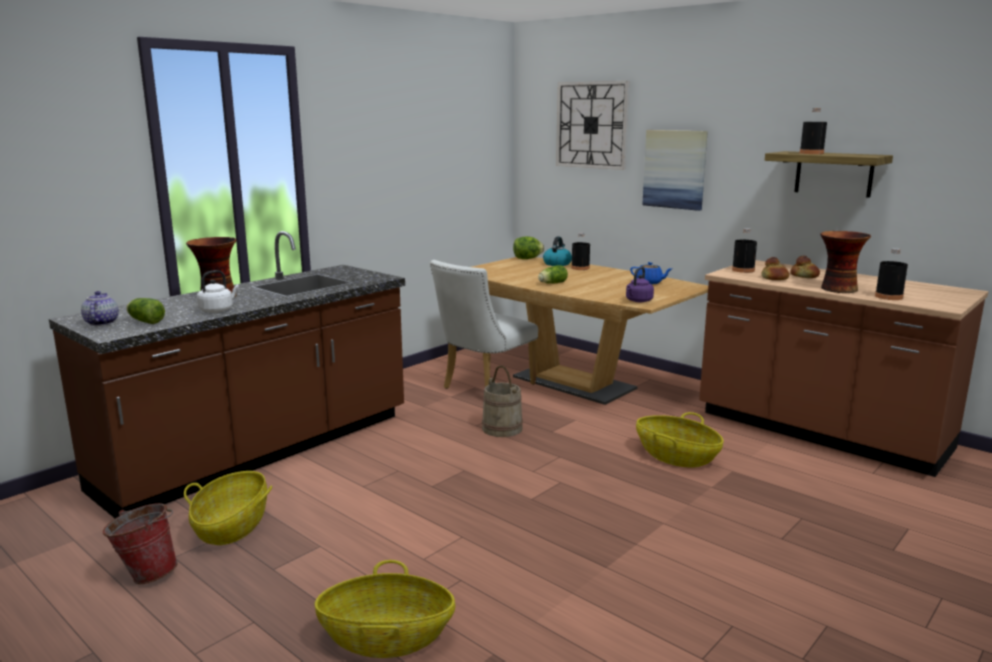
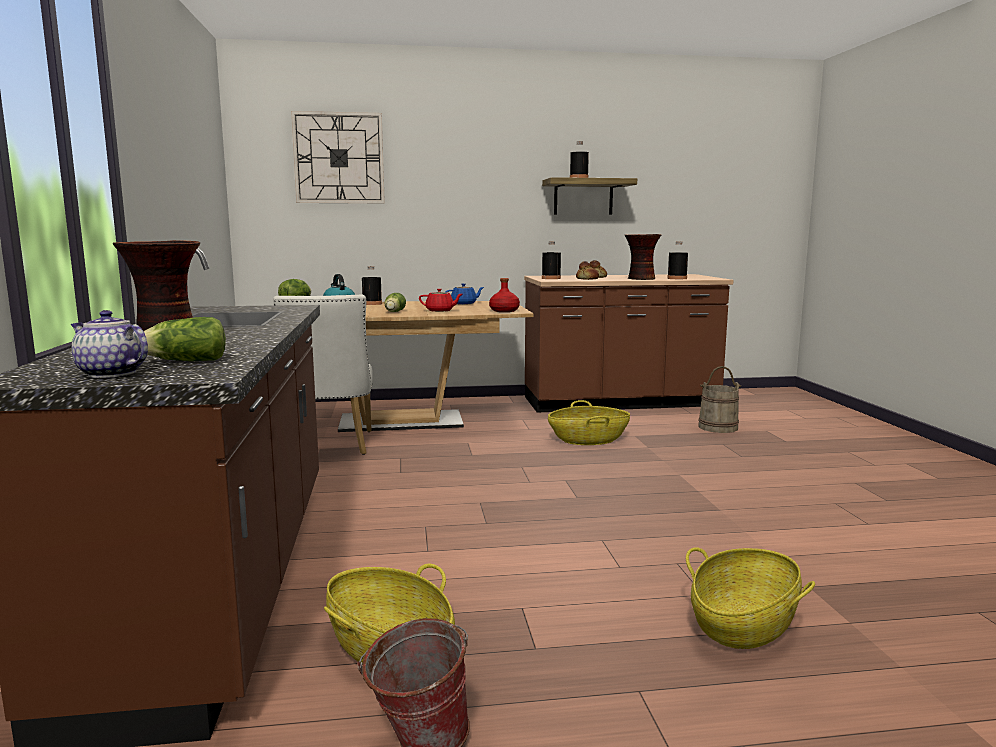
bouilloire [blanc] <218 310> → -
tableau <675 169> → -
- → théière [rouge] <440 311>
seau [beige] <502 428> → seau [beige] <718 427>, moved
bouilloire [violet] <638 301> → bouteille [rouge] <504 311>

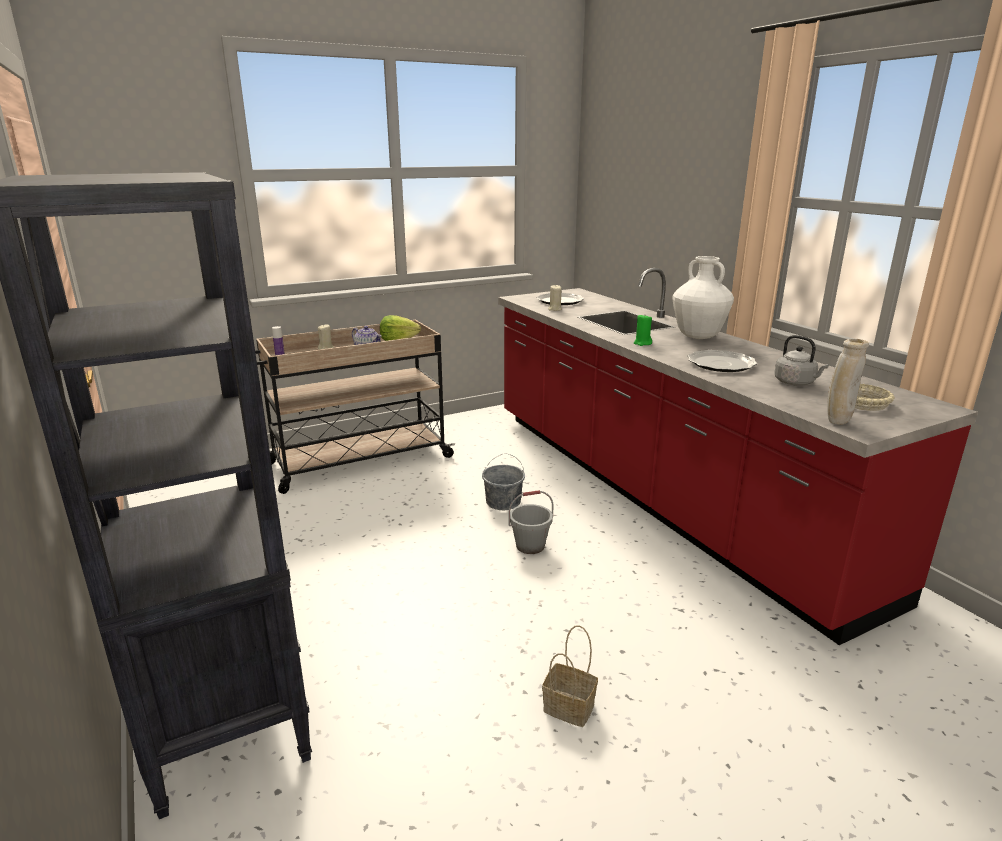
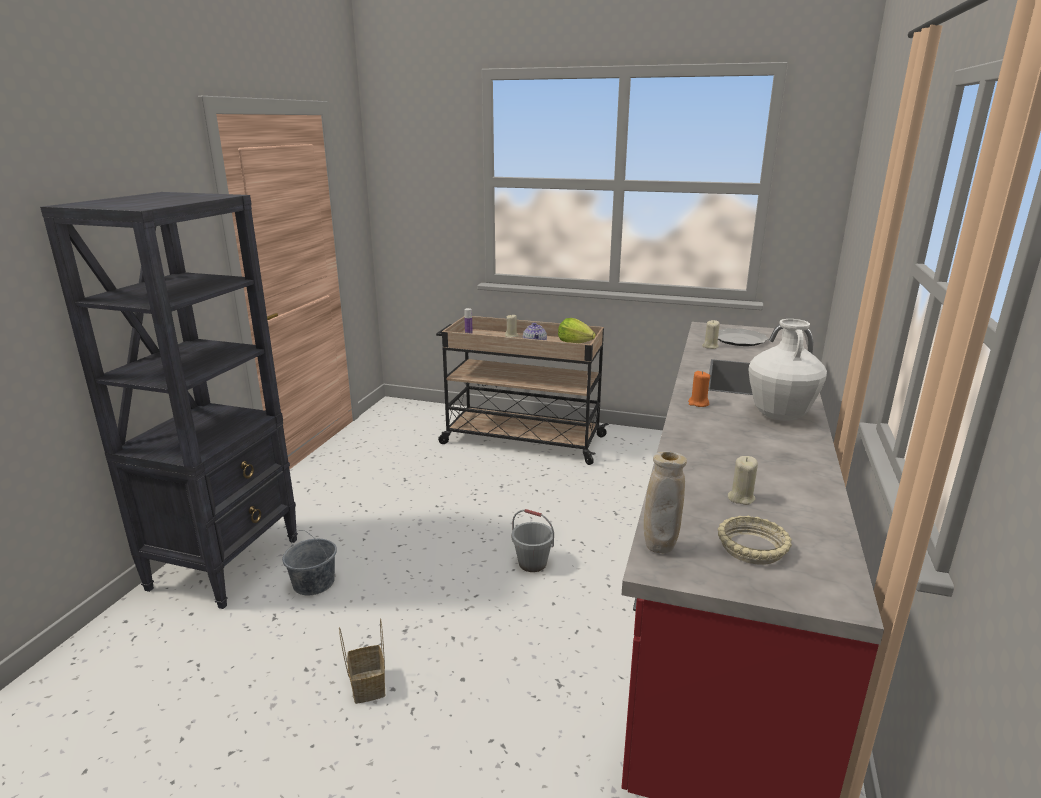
assiette <721 364> → -
seau [gris] <503 502> → seau [gris] <314 583>, moved
bouilloire [gris] <796 383> → bougie [beige] <741 498>
bougie [vert] <642 343> → bougie [orange] <698 403>

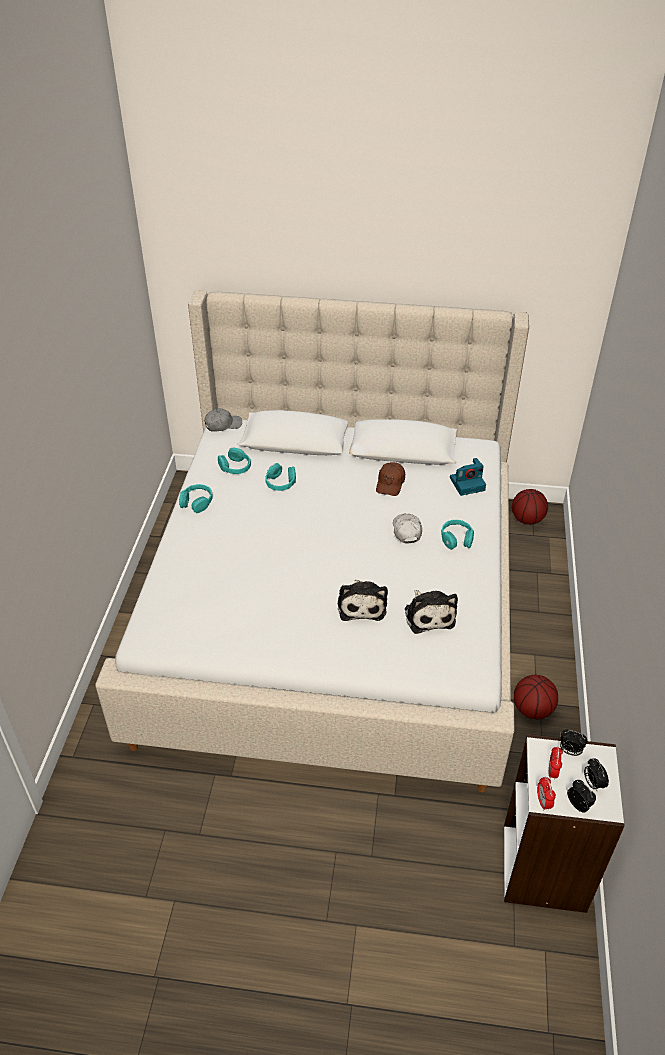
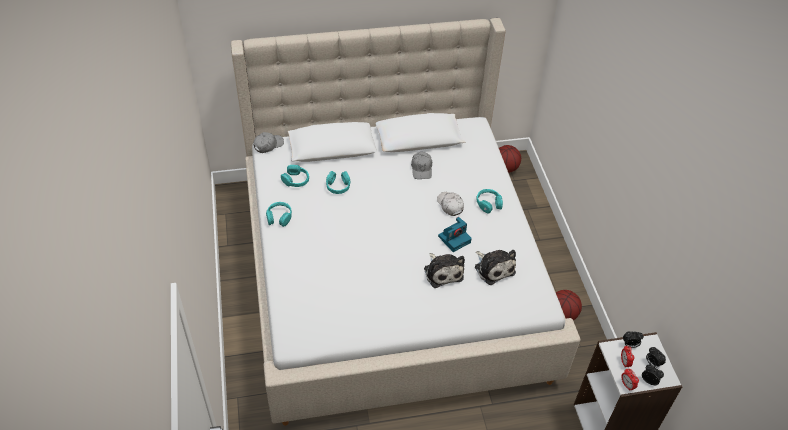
appareil photo <467 483> → appareil photo <454 239>, moved
casquette [marron] <390 483> → casquette [gris] <421 169>

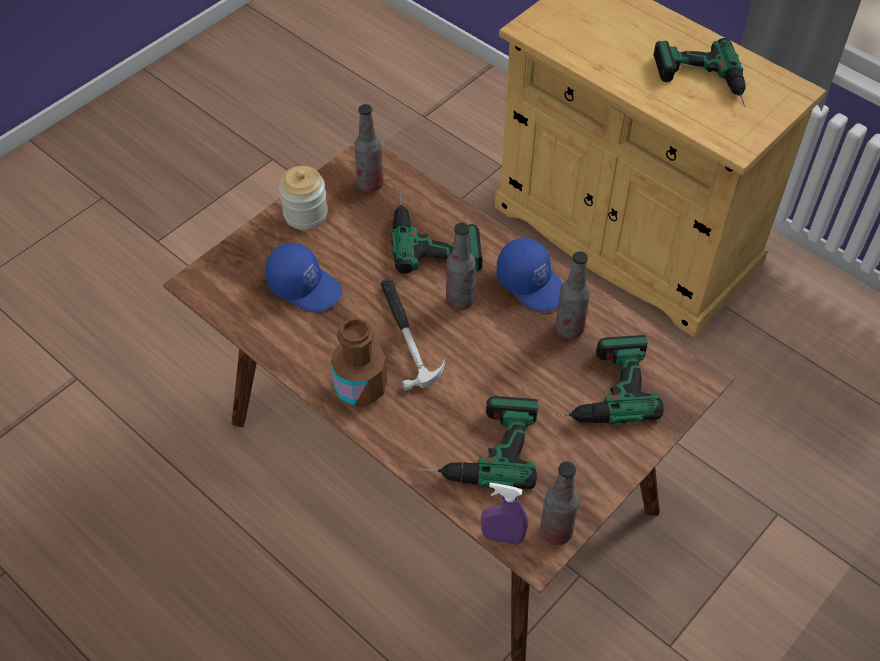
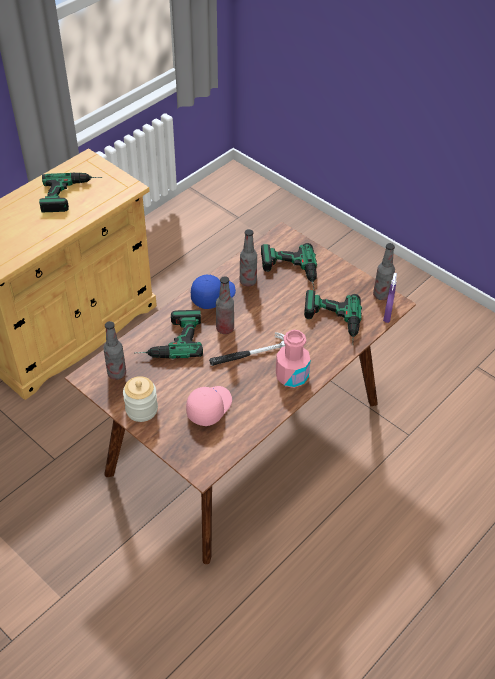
casquette [bleu] <305 286> → casquette [rose] <209 407>
bouteille [marron] <360 387> → bouteille [rose] <292 376>

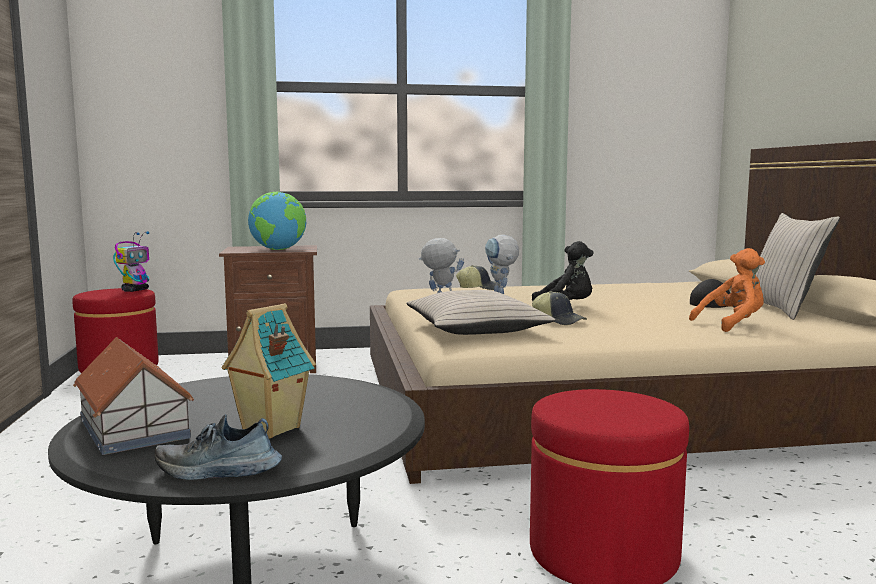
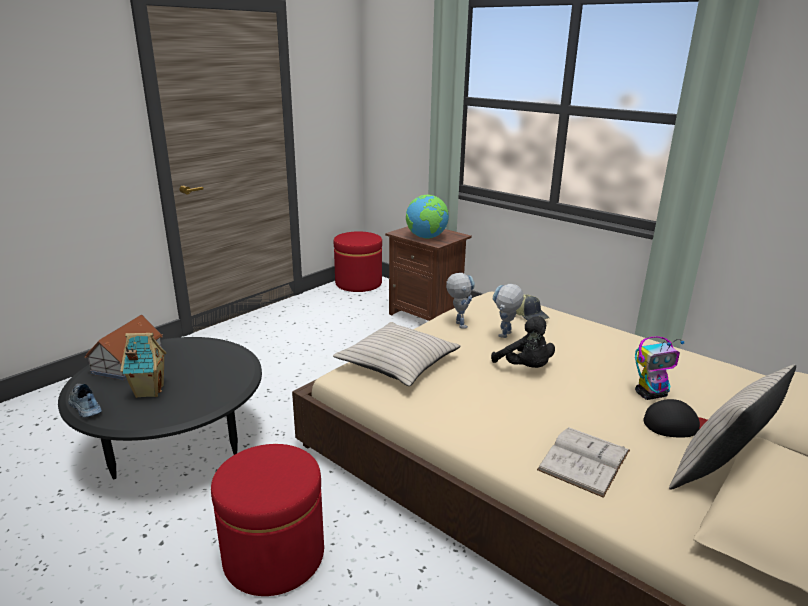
casquette <559 321> → -
robot jouet <135 290> → robot jouet <651 394>, moved
peluche [orange] <732 324> → livre [blanc] <584 460>

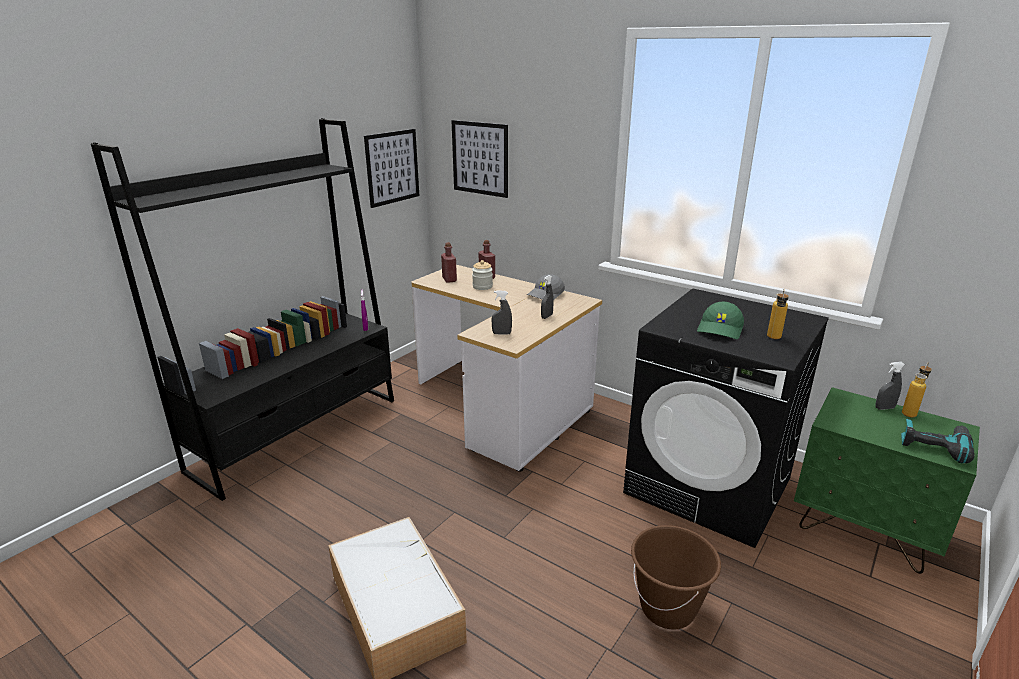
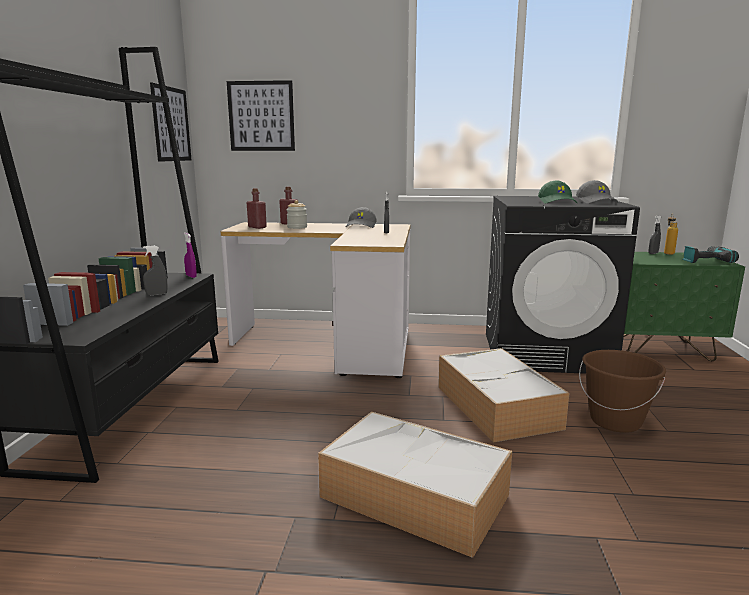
- → boîte de rangement <498 407>
vaporisateur [gris] <501 333> → vaporisateur [gris] <157 294>, moved
bouteille <773 339> → casquette [gris] <596 202>

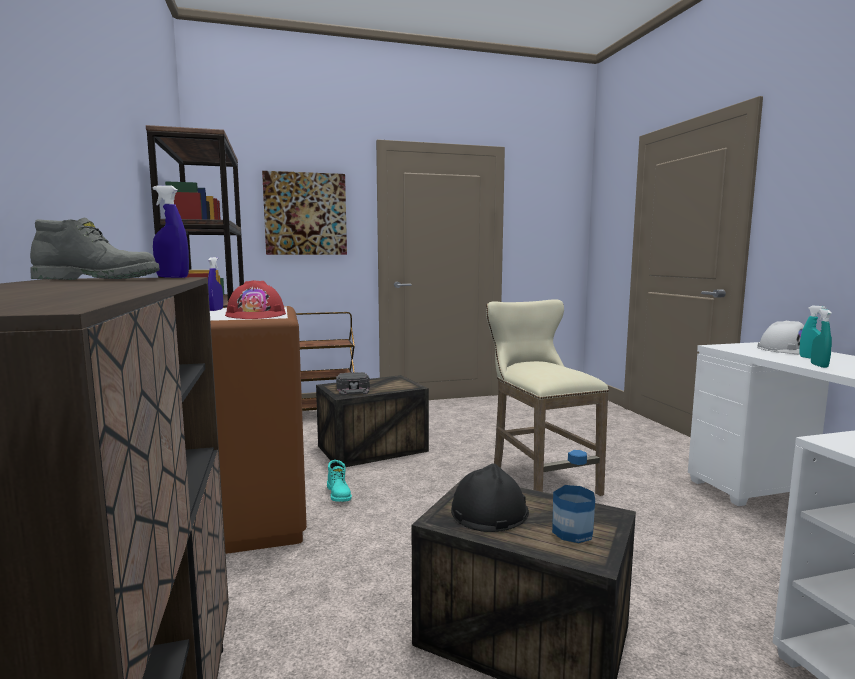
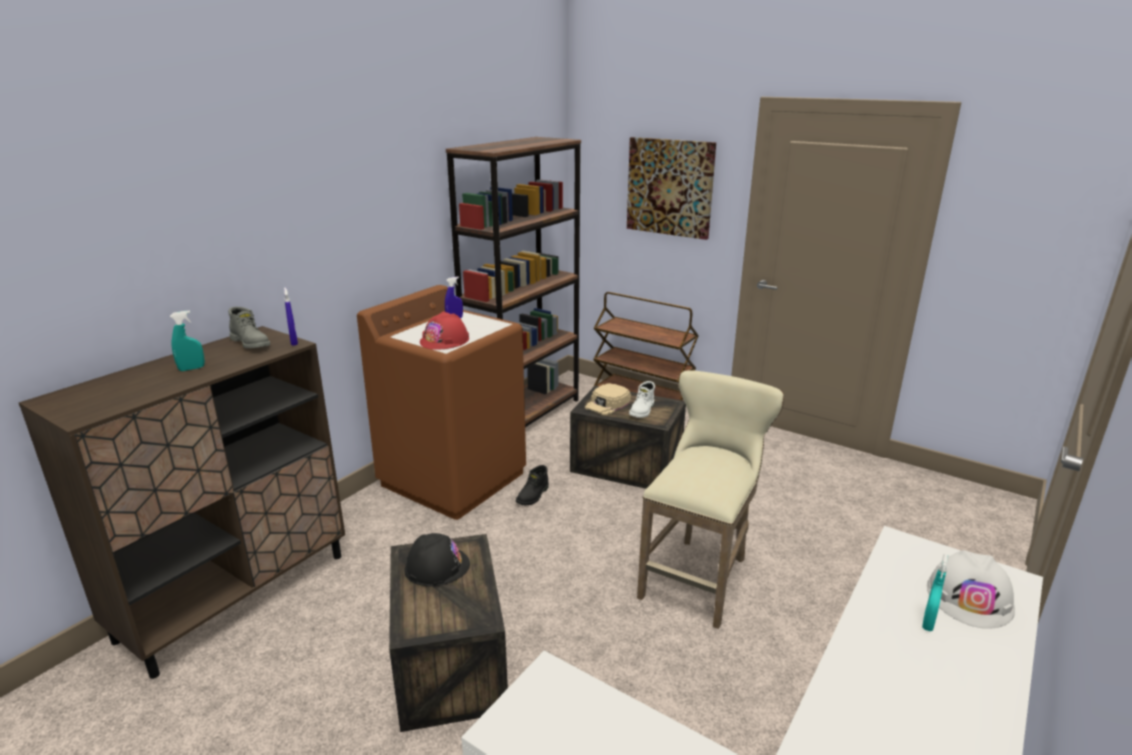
bouteille <572 532> → -
- → botte [blanc] <642 410>
vaporisateur [turquoise] <819 365> → vaporisateur [turquoise] <192 368>, moved
botte [turquoise] <339 494> → botte [noir] <533 496>
casquette [noir] <353 389> → casquette [beige] <607 404>

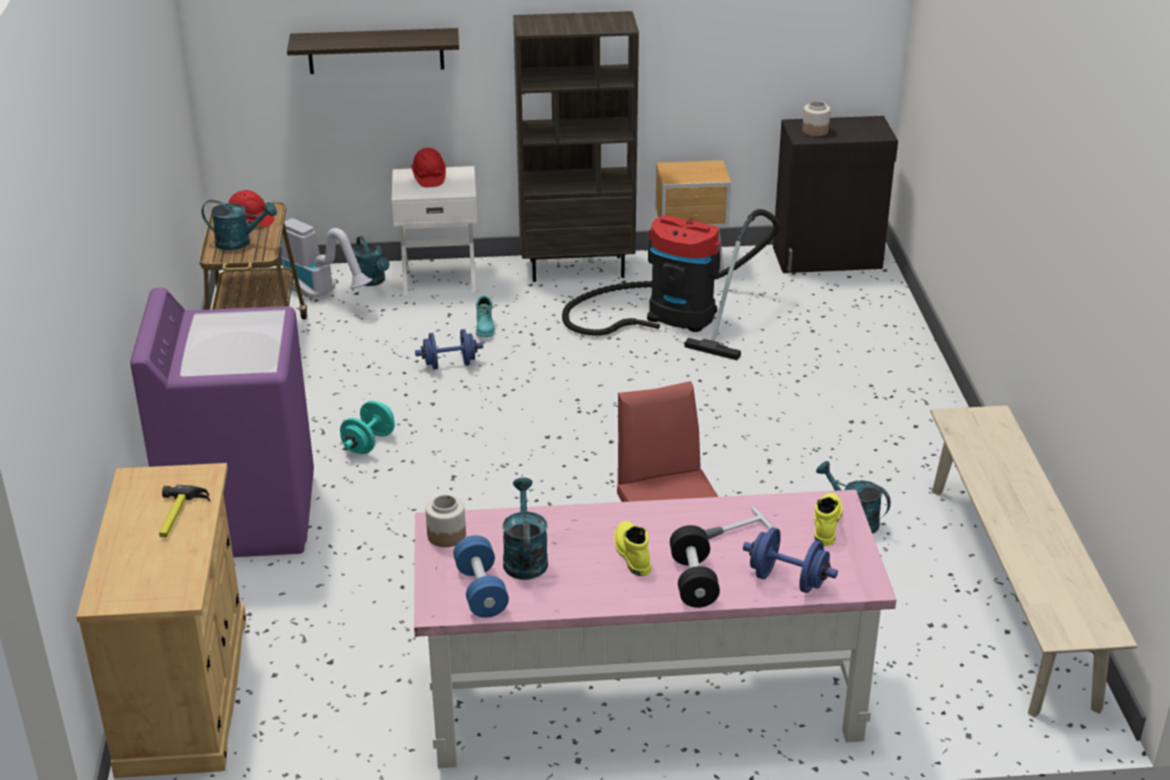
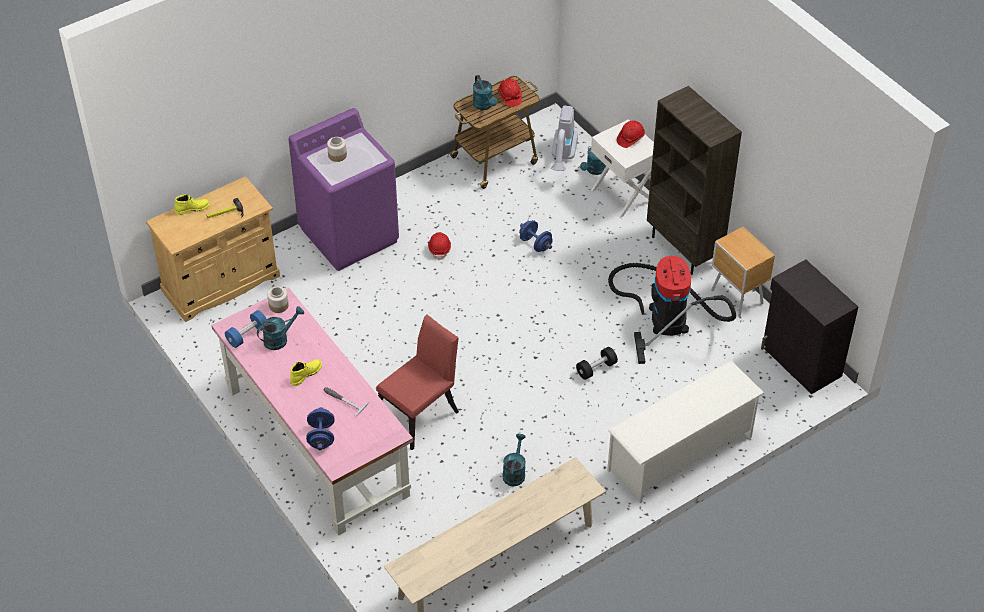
étagère <375 51> → -
botte [turquoise] <485 328> → -
- → étagère à chaussures [blanc] <680 454>
haltère [noir] <693 581> → haltère [noir] <596 369>, moved
bocal <815 131> → bocal <337 155>, moved
botte [jaune] <825 524> → botte [jaune] <192 208>, moved
haltère [turquoise] <369 443> → casque de chantier [rouge] <440 249>

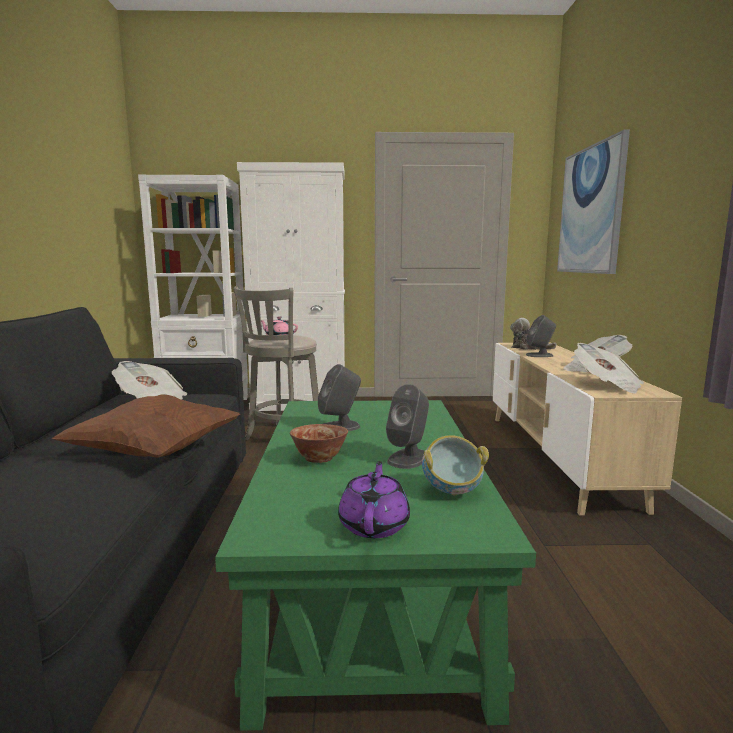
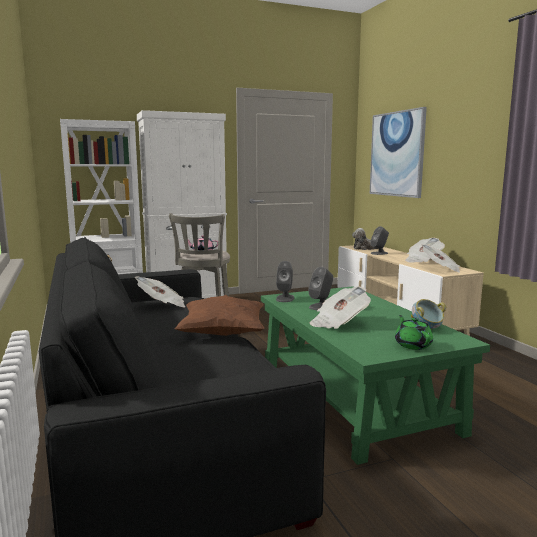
enceinte [gris] <408 458> → enceinte [gris] <285 298>, moved
bol <319 459> → journal <338 323>
théière [violet] <374 524> → théière [vert] <413 345>

